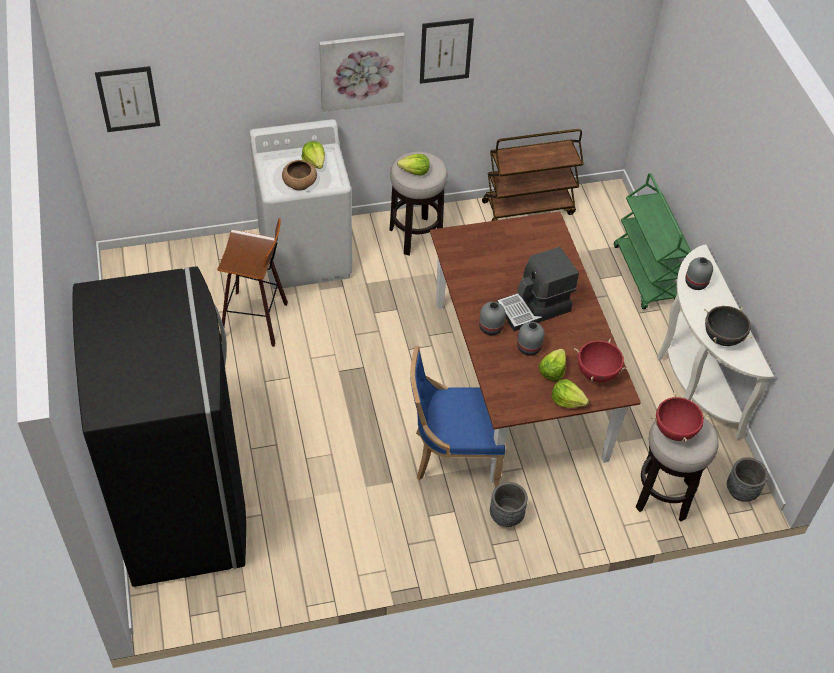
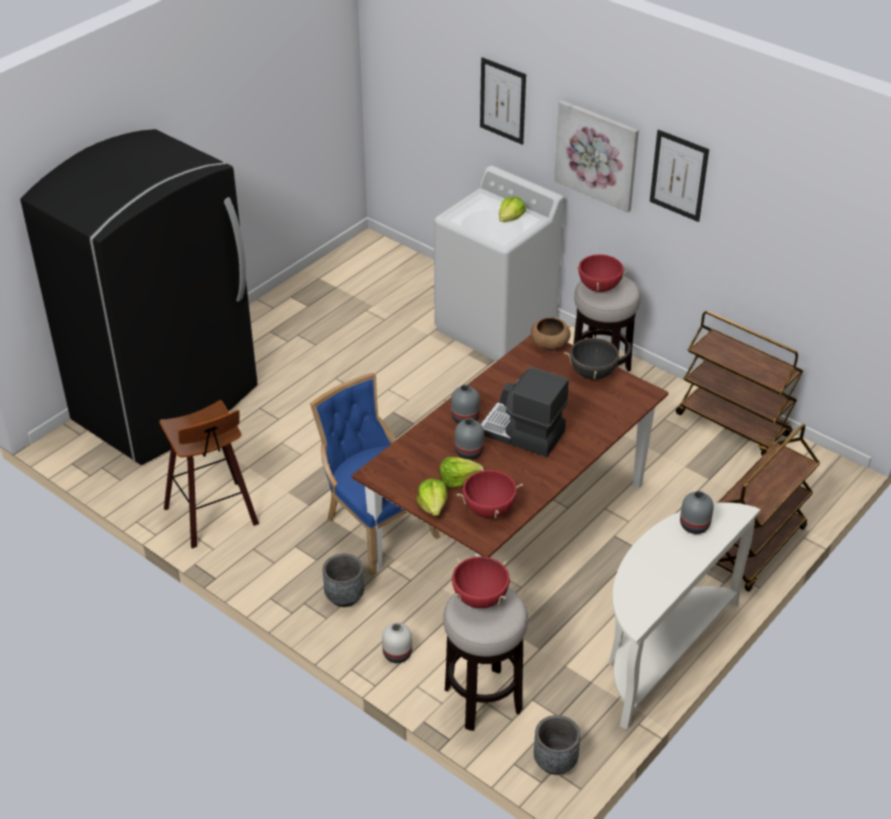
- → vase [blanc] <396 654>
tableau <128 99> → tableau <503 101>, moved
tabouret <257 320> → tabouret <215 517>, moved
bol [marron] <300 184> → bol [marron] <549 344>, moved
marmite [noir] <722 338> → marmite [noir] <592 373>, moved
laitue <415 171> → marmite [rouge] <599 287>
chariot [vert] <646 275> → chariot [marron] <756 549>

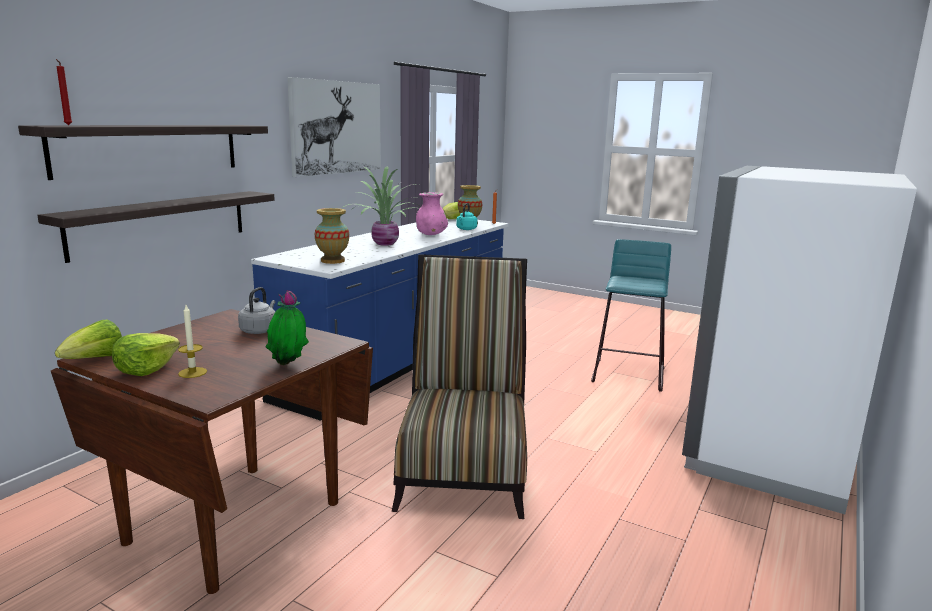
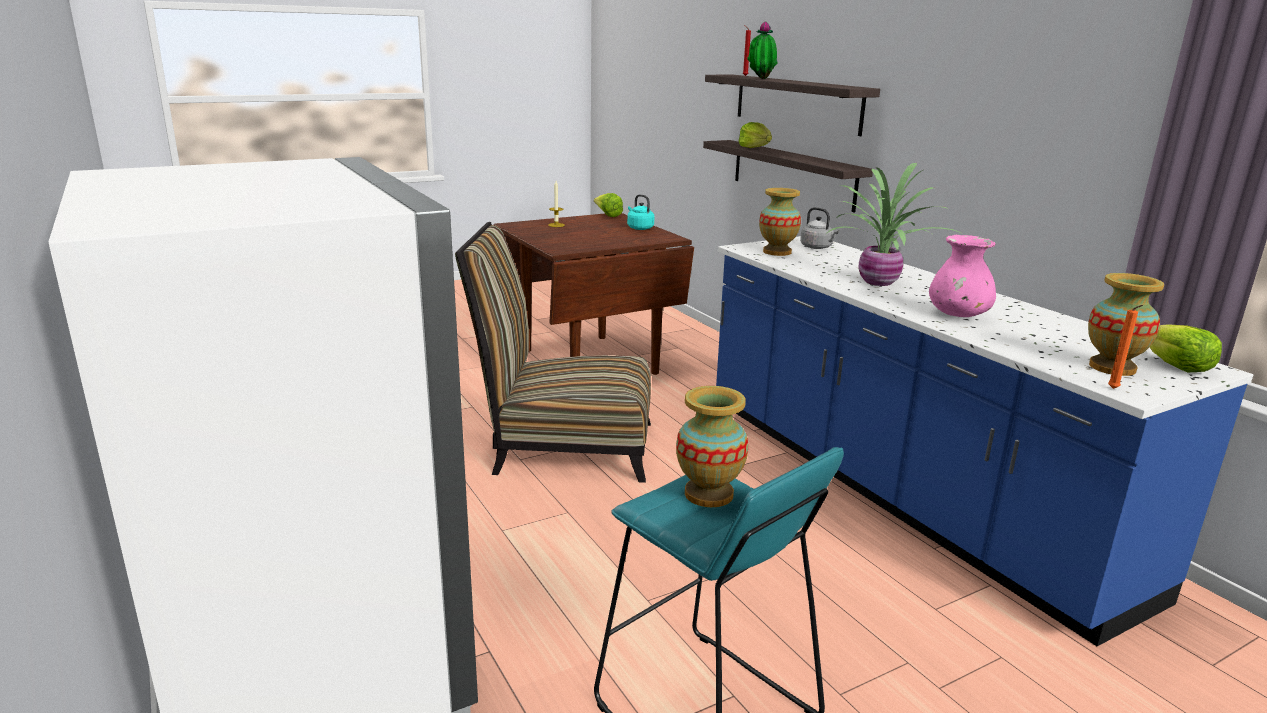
tableau <336 127> → -
- → vase <708 494>
laitue <146 369> → laitue <755 148>, moved
bouilloire [gris] <259 330> → bouilloire [gris] <817 247>, moved
plante en pot <288 365> → plante en pot <760 79>, moved
bouilloire [turquoise] <466 229> → bouilloire [turquoise] <639 228>, moved
chaise <463 468> → chaise <563 446>, 150 degrees clockwise

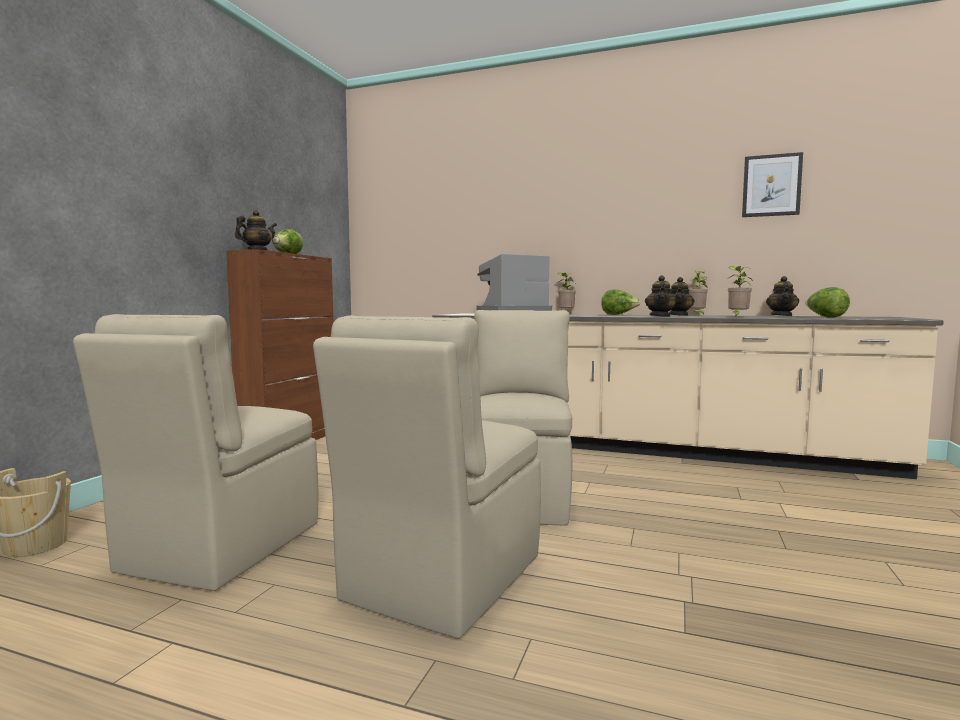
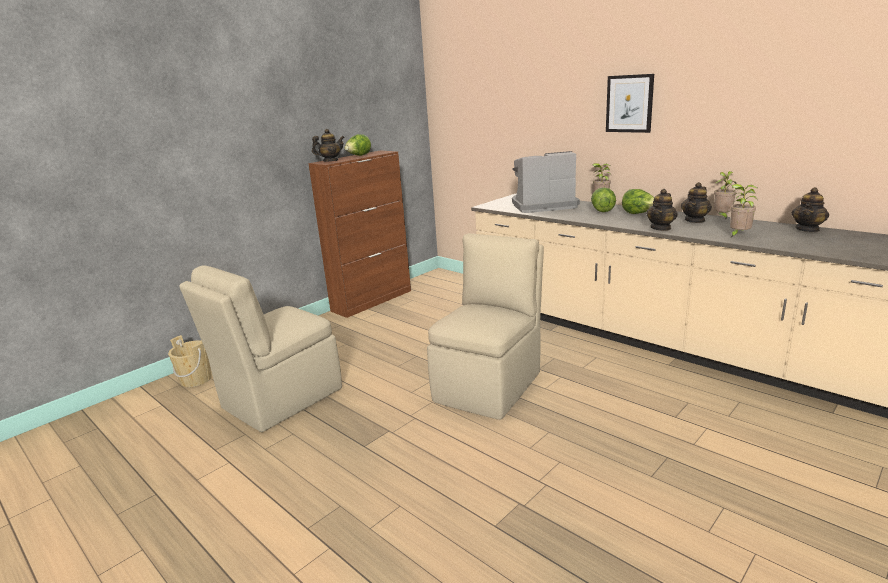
chaise [beige] <441 579> → -
tableau <771 185> → tableau <629 103>, moved
laitue <825 317> → laitue <602 210>, moved

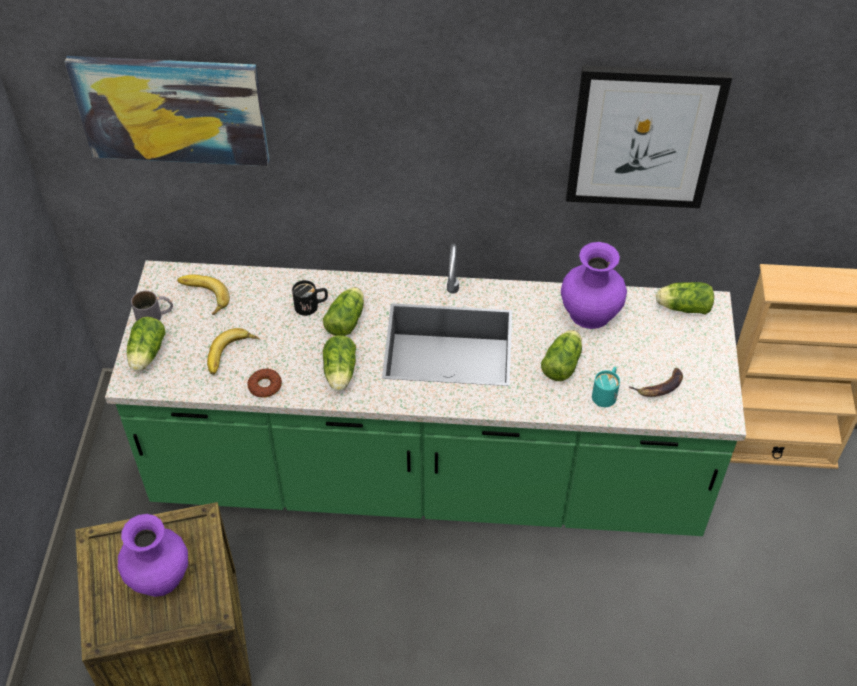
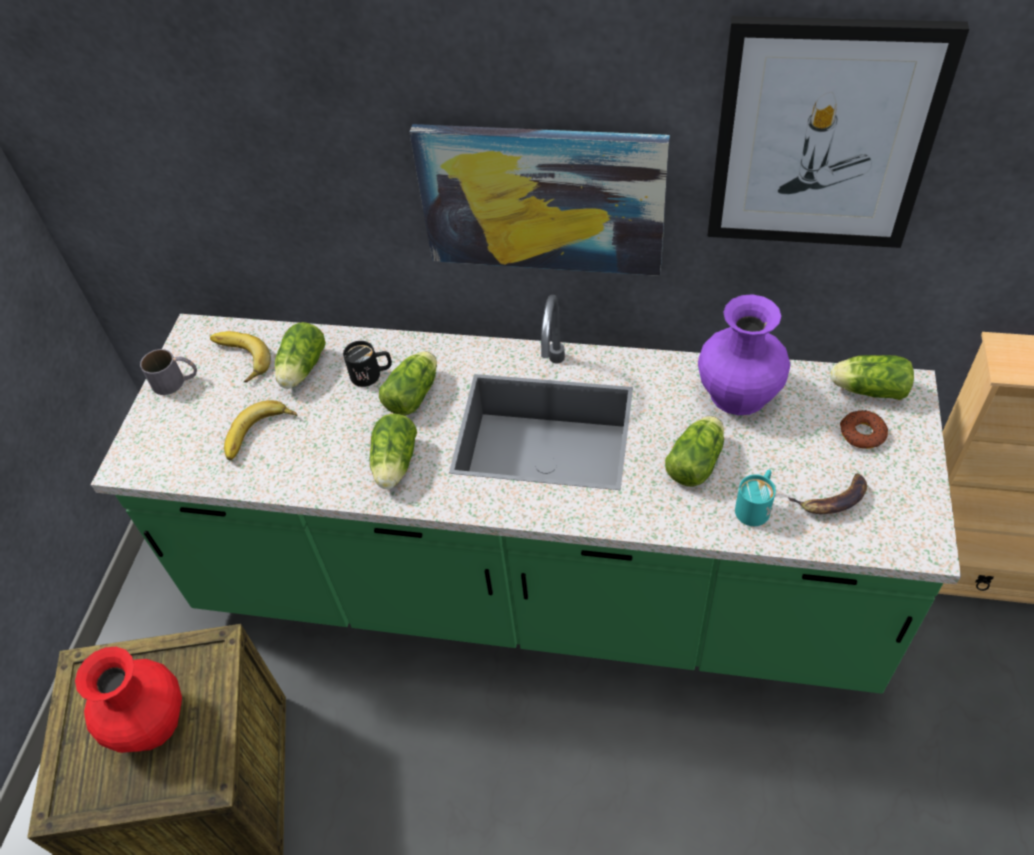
tableau <171 109> → tableau <542 198>, moved
laitue <146 355> → laitue <301 370>, moved
beignet <264 386> → beignet <862 433>, moved
vase [violet] <159 575> → vase [rouge] <150 720>

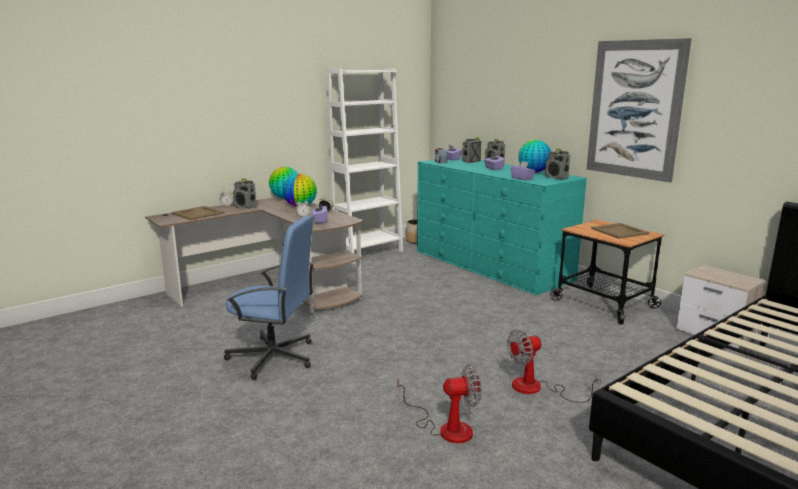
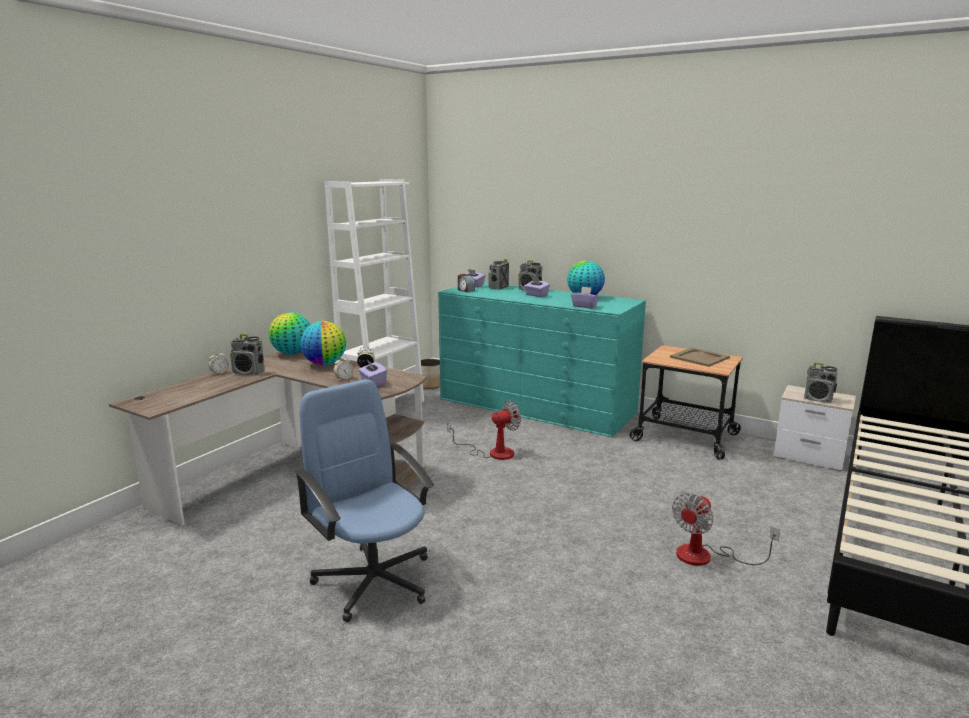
plateau [beige] <198 213> → -
tableau <634 109> → -
ventilateur <446 428> → ventilateur <493 452>, moved
radio <556 178> → radio <818 399>, moved
chaise de bureau [bleu] <274 357> → chaise de bureau [bleu] <374 580>, 120 degrees counterclockwise

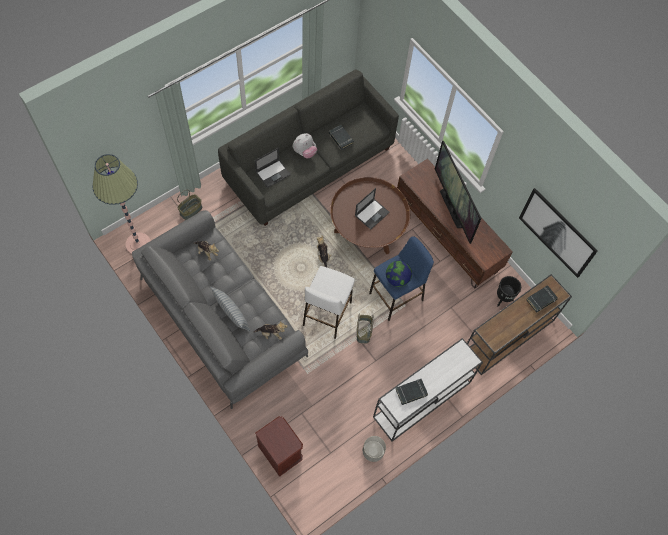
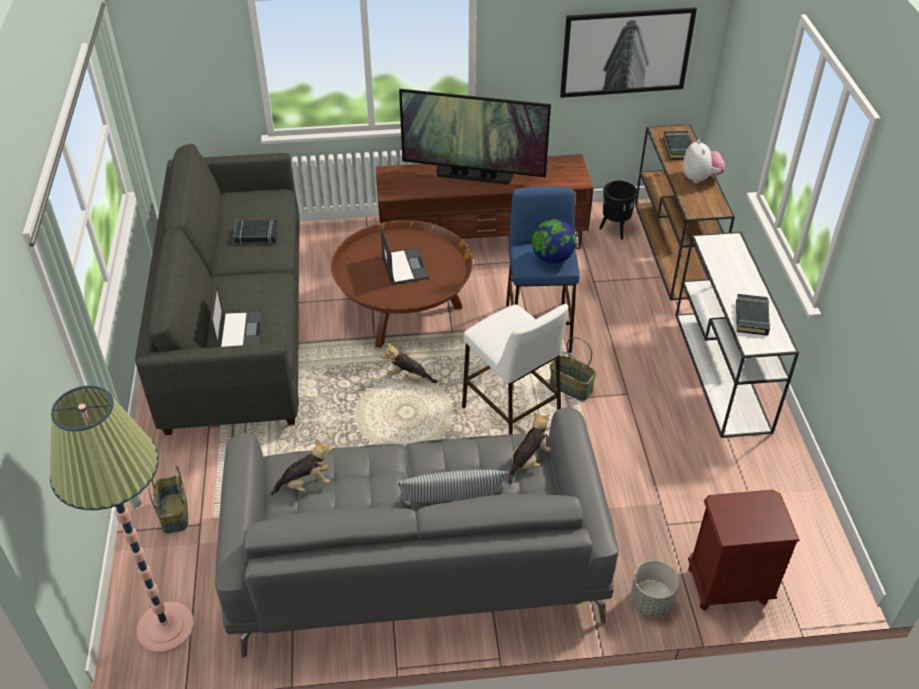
peluche <304 152> → peluche <700 178>, moved
cache-pot [gris] <372 451> → cache-pot [gris] <651 602>, moved

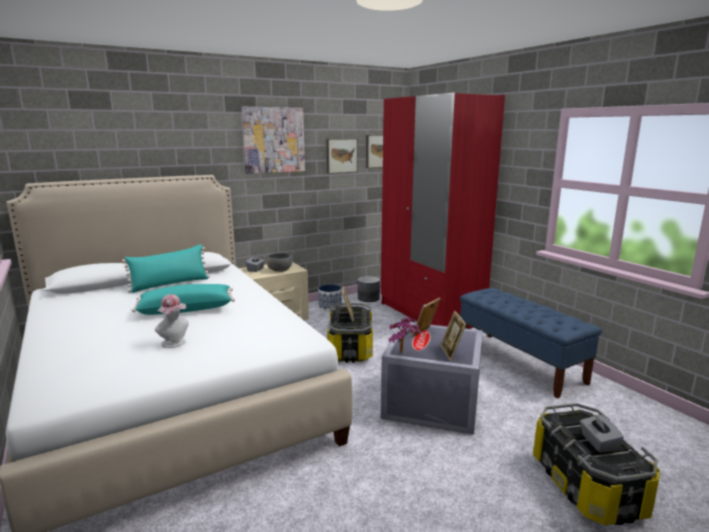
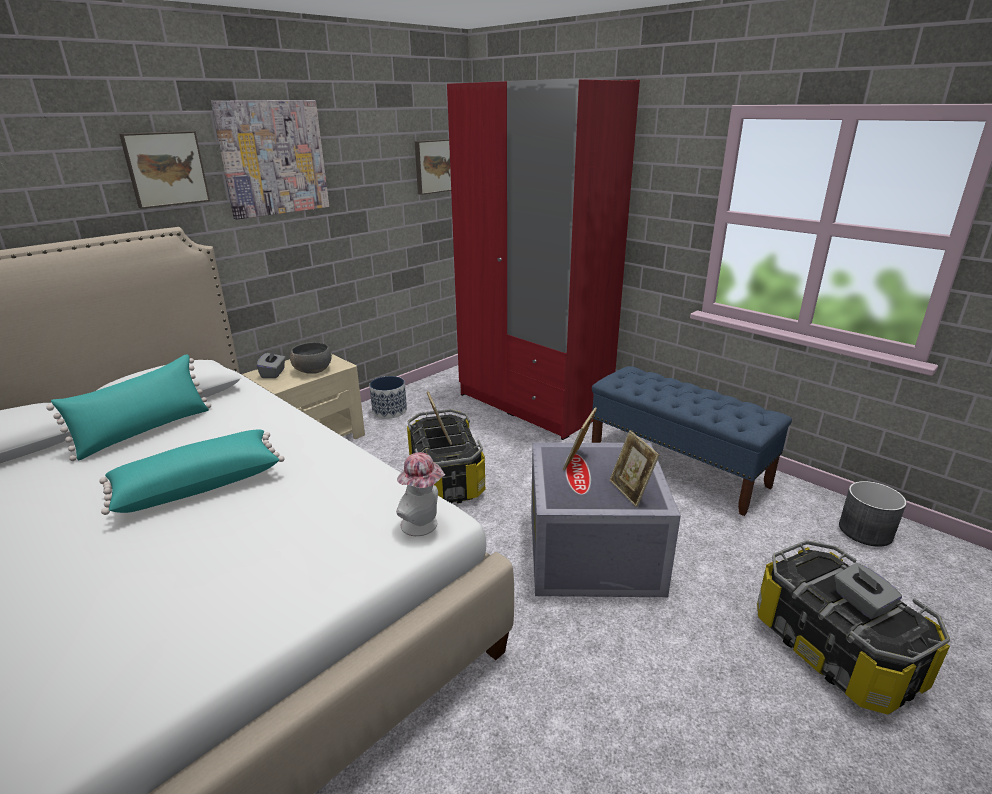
plante en pot <403 353> → -
chapeau <175 343> → chapeau <423 525>, moved
tableau <341 155> → tableau <165 168>, moved
cache-pot [gris] <368 298> → cache-pot [gris] <865 531>, moved

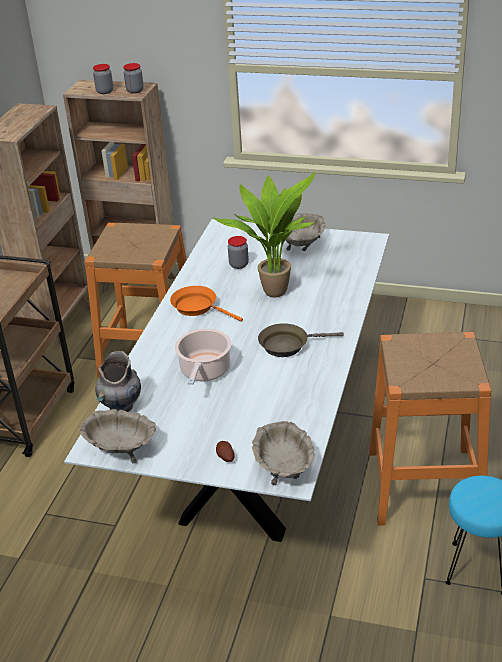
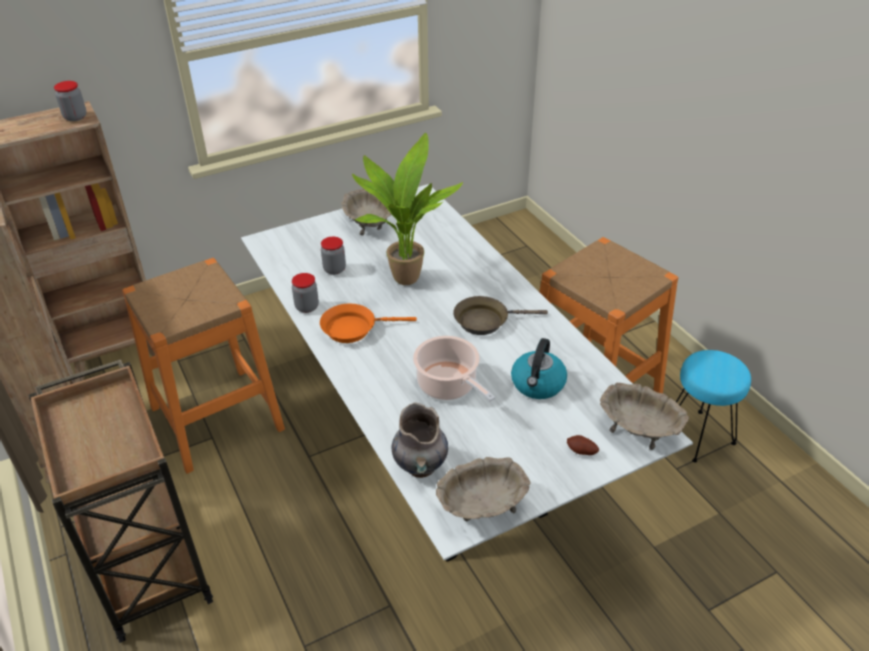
- → bouilloire <538 384>
bocal <105 91> → bocal <307 307>, moved
poêle [marron] <288 345> → poêle [marron] <485 321>, 45 degrees clockwise

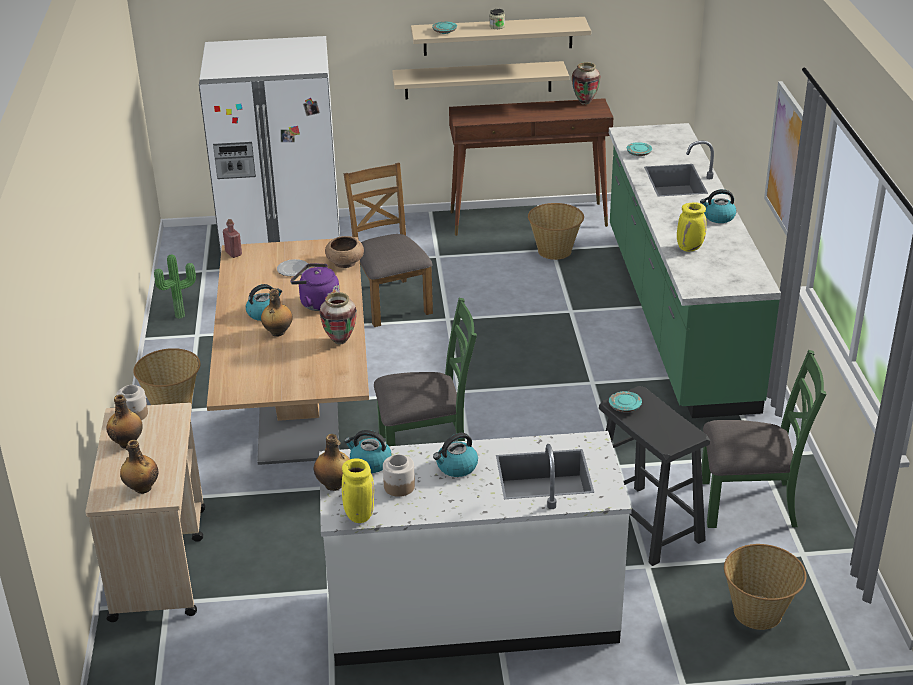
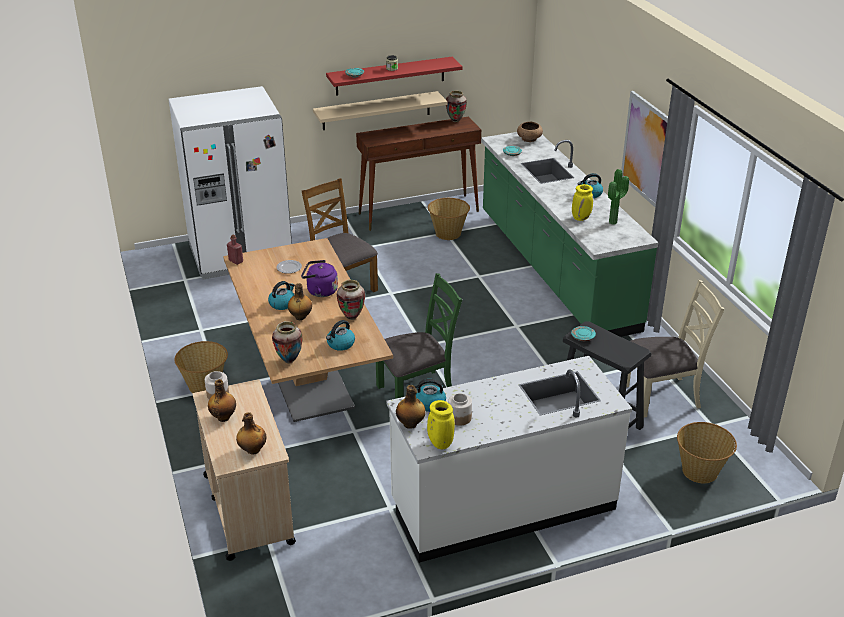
- → vase <289 360>
plante en pot <181 316> → plante en pot <614 223>, moved
bol [marron] <345 263> → bol [marron] <529 139>, moved
bouilloire <456 467> → bouilloire <340 344>, moved
étagère [beige] <498 36> → étagère [rouge] <390 76>
chaise [vert] <749 503> → chaise [beige] <661 396>

